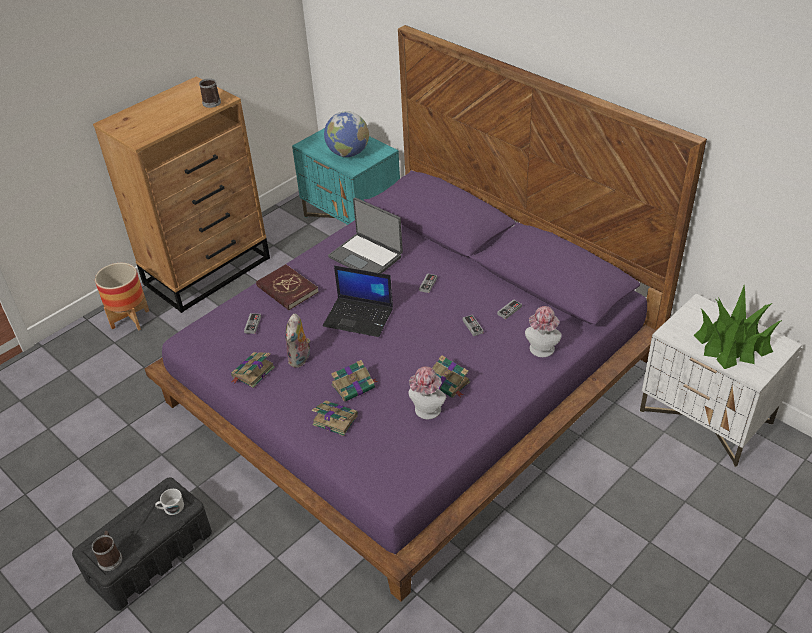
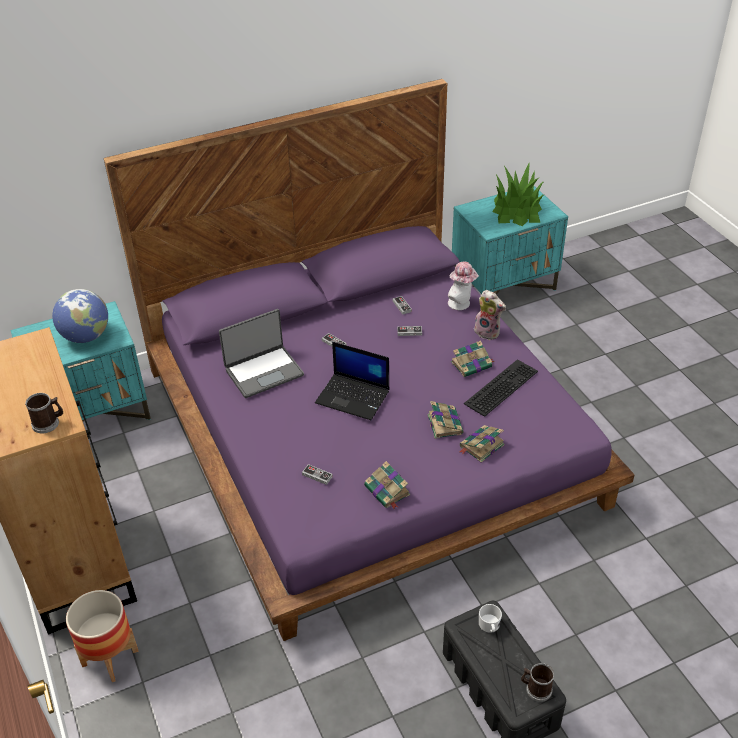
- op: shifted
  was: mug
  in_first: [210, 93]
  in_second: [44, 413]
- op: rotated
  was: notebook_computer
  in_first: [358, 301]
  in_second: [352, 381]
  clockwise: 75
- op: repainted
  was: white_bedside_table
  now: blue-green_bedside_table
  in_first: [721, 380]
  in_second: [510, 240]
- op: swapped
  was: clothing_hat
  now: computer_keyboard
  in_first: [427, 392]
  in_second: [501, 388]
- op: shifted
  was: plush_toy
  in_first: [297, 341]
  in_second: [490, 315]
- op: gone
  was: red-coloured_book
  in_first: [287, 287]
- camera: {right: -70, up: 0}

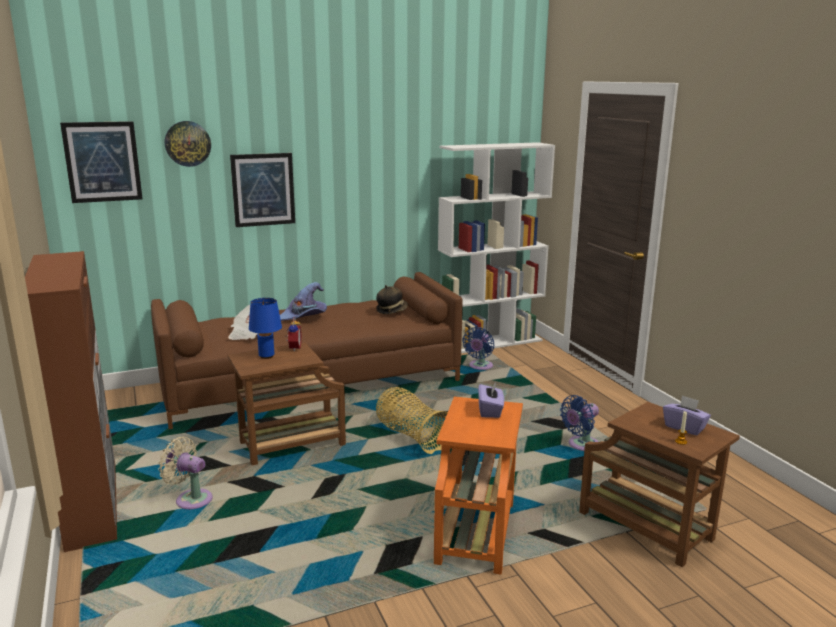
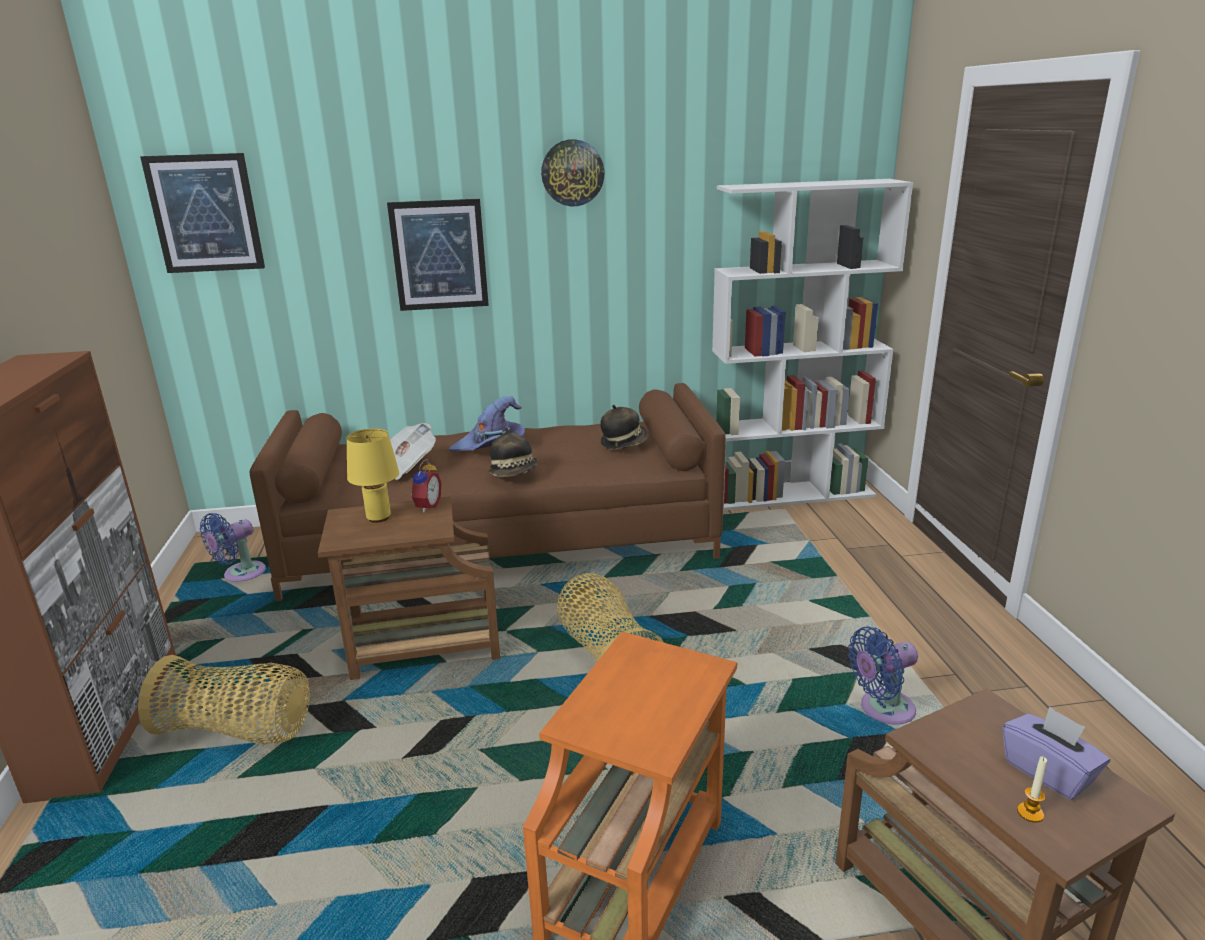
- op: swapped
  was: beige_cooling_fan
  now: household_basket
  in_first: [185, 473]
  in_second: [224, 699]
- op: shifted
  was: blue-coloured_cooling_fan
  in_first: [478, 348]
  in_second: [233, 547]
- op: repainted
  was: blue-coloured_tabletop_lamp
  now: yellow-coloured_tabletop_lamp
  in_first: [265, 328]
  in_second: [372, 475]
- op: new
  now: clothing_hat
  in_second: [513, 452]
- op: shifted
  was: wall_clock
  in_first: [188, 144]
  in_second: [573, 173]
- op: gone
  was: purple-coloured_tissue_box
  in_first: [491, 400]
- camera: {right: 15, up: 5}

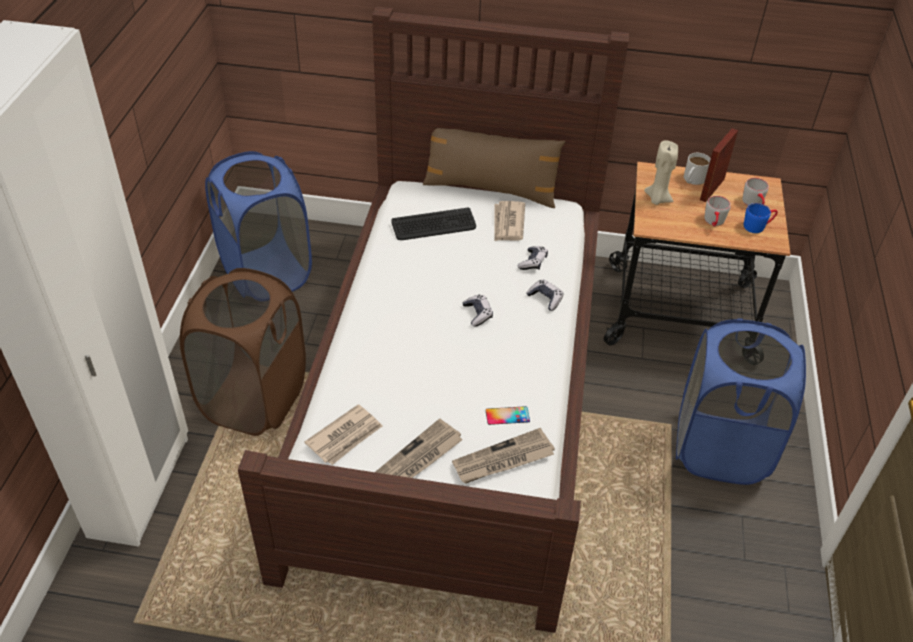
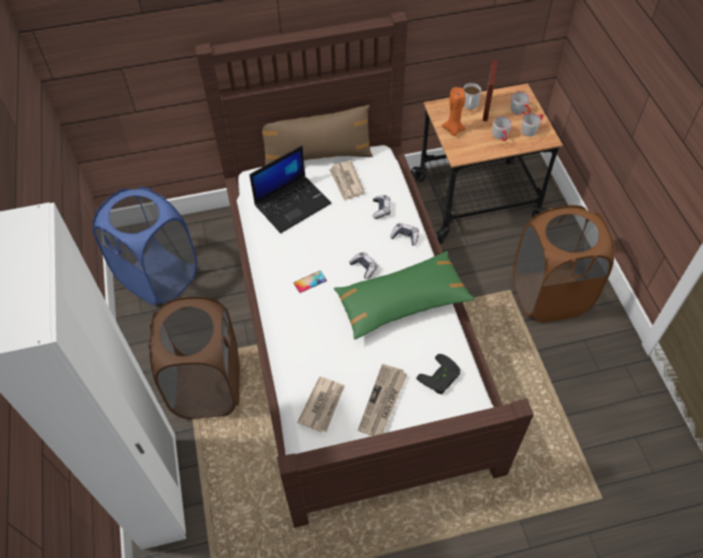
- op: swapped
  was: computer_keyboard
  now: notebook_computer
  in_first: [433, 224]
  in_second: [290, 189]
- op: shifted
  was: phone
  in_first: [508, 415]
  in_second: [310, 282]
- op: new
  now: greenish_throw_pillow
  in_second: [404, 295]
- op: swapped
  was: newspaper
  now: blackish_joypad
  in_first: [503, 455]
  in_second: [439, 374]
- op: repainted
  was: beige_wax_light
  now: orange_wax_light
  in_first: [661, 172]
  in_second: [453, 111]
- op: repainted
  was: blue-coloured_laundry_basket
  now: brown_laundry_basket
  in_first: [741, 402]
  in_second: [563, 263]
- op: repainted
  was: blue-coloured_mug
  now: gray_mug
  in_first: [761, 218]
  in_second: [532, 125]
- camera: {right: -20, up: 10}

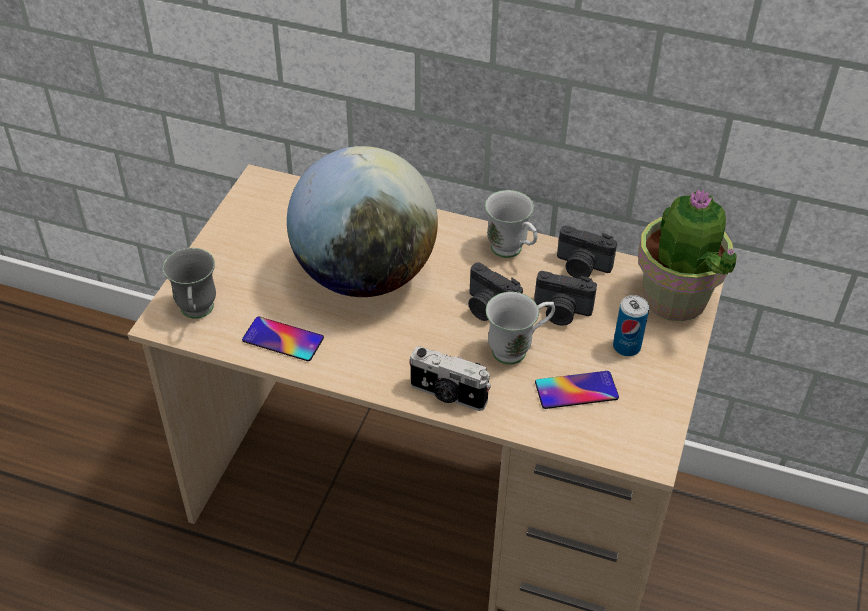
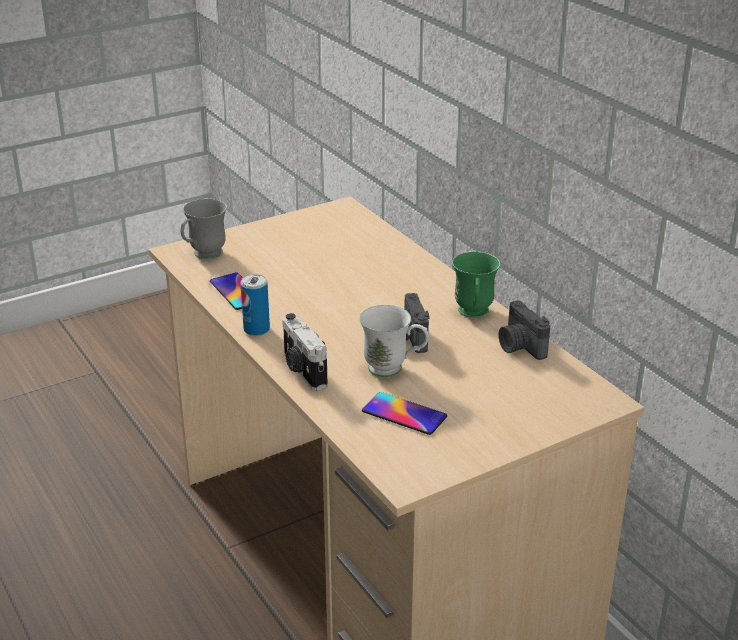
- op: shifted
  was: metal_can
  in_first: [631, 325]
  in_second: [255, 305]
- op: repainted
  was: white_mug
  now: greenish_mug
  in_first: [511, 224]
  in_second: [476, 284]
- op: gone
  was: desk_globe
  in_first: [362, 221]
- op: gone
  was: still_camera
  in_first: [565, 298]
- op: gone
  was: houseplant
  in_first: [687, 255]
- camera: {right: 40, up: -15}

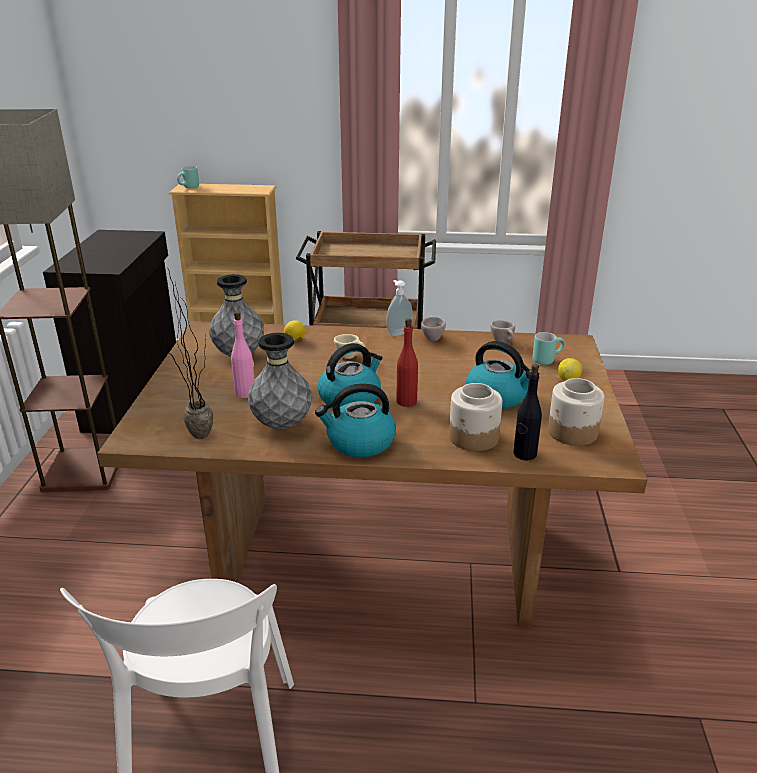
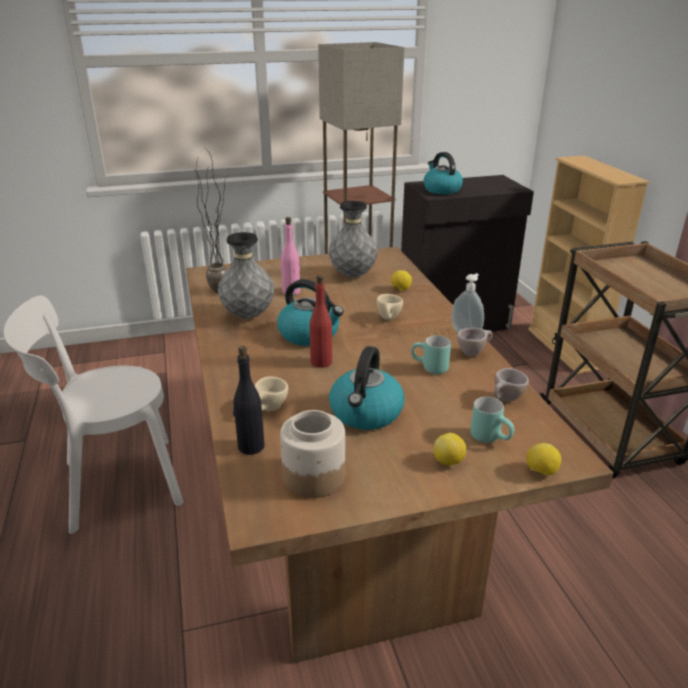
- op: swapped
  was: storage_jar
  now: beige_small_cup
  in_first: [475, 417]
  in_second: [271, 394]
- op: shifted
  was: blue-green_mug
  in_first: [188, 177]
  in_second: [431, 354]
- op: shifted
  was: water_kettle
  in_first: [355, 420]
  in_second: [443, 173]
- op: new
  now: whole_lemon
  in_second: [544, 459]
- camera: {right: 70, up: 0}

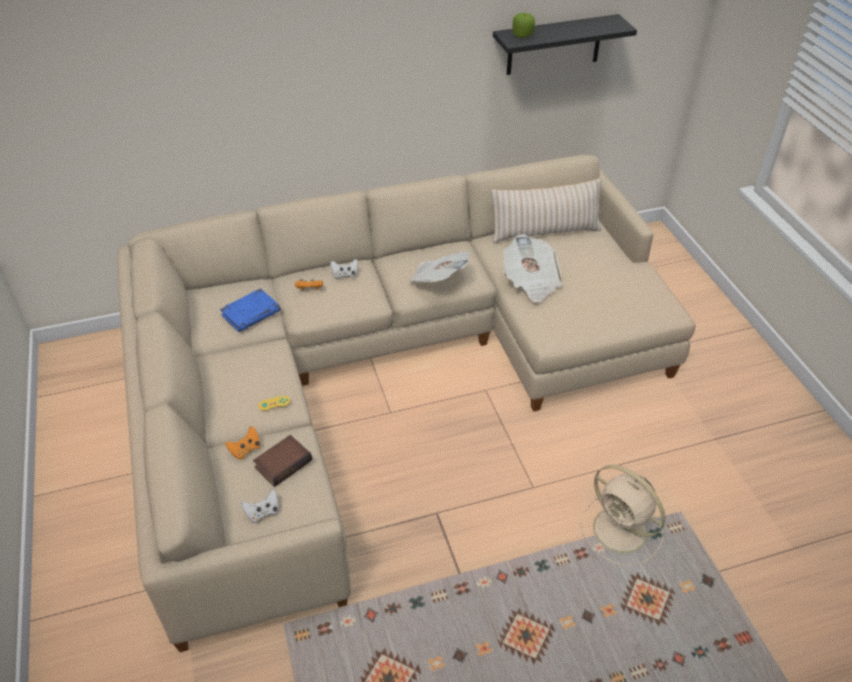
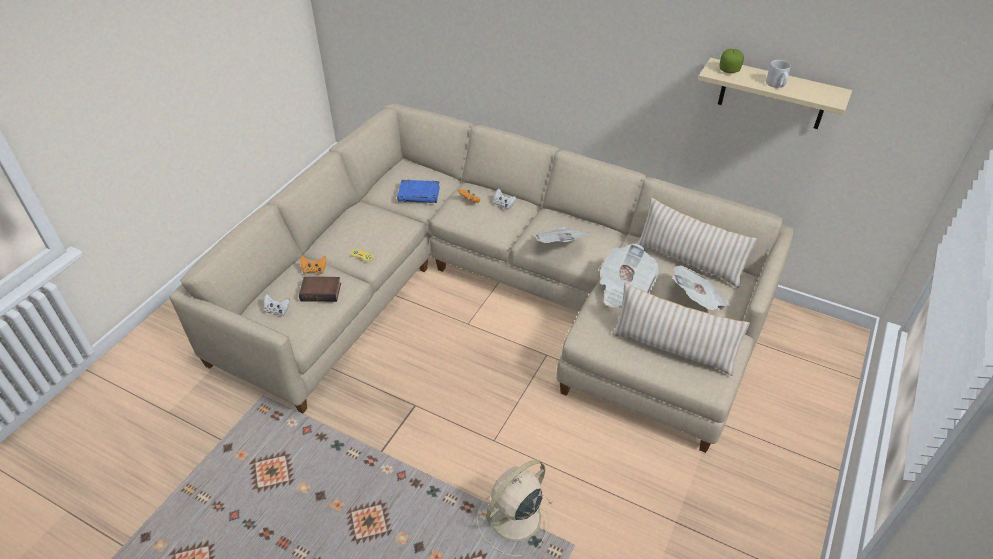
- op: rotated
  was: beige_cooling_fan
  in_first: [623, 515]
  in_second: [515, 508]
  clockwise: 45
- op: new
  now: beige_throw_pillow
  in_second: [681, 329]
- op: new
  now: newspaper
  in_second: [701, 288]
- op: repainted
  was: blackish_shelf
  now: beige_shelf
  in_first: [565, 44]
  in_second: [775, 93]
- op: new
  now: gray_mug
  in_second: [778, 74]
- camera: {right: 45, up: 0}

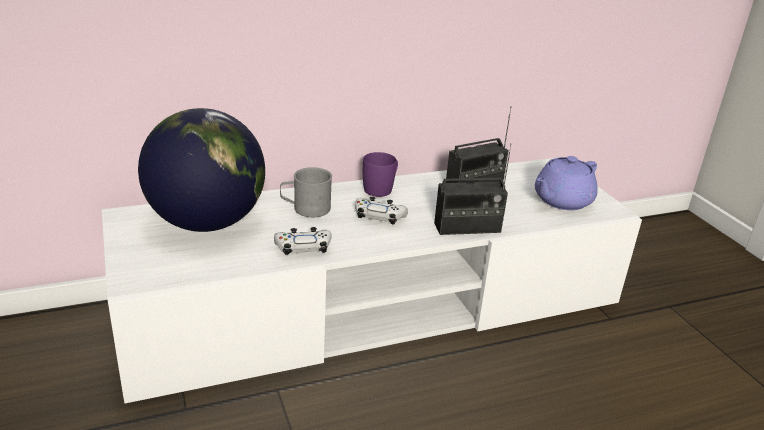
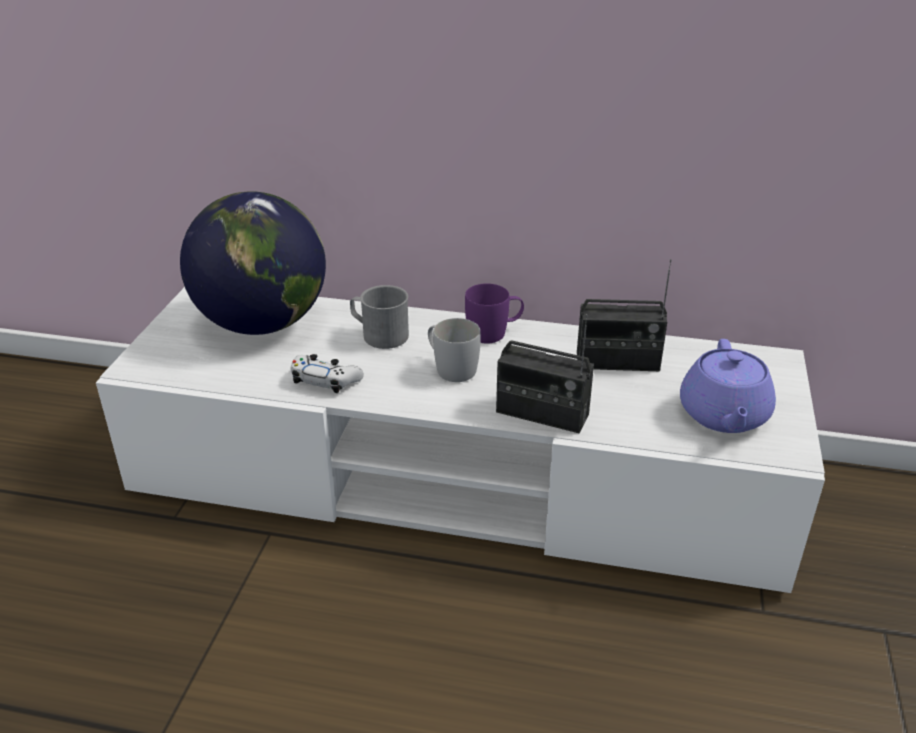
- op: swapped
  was: white_joypad
  now: white_mug
  in_first: [381, 210]
  in_second: [454, 350]
- op: rotated
  was: purple-coloured_pot_for_tea
  in_first: [566, 183]
  in_second: [728, 386]
  clockwise: -75
- camera: {right: 35, up: 5}

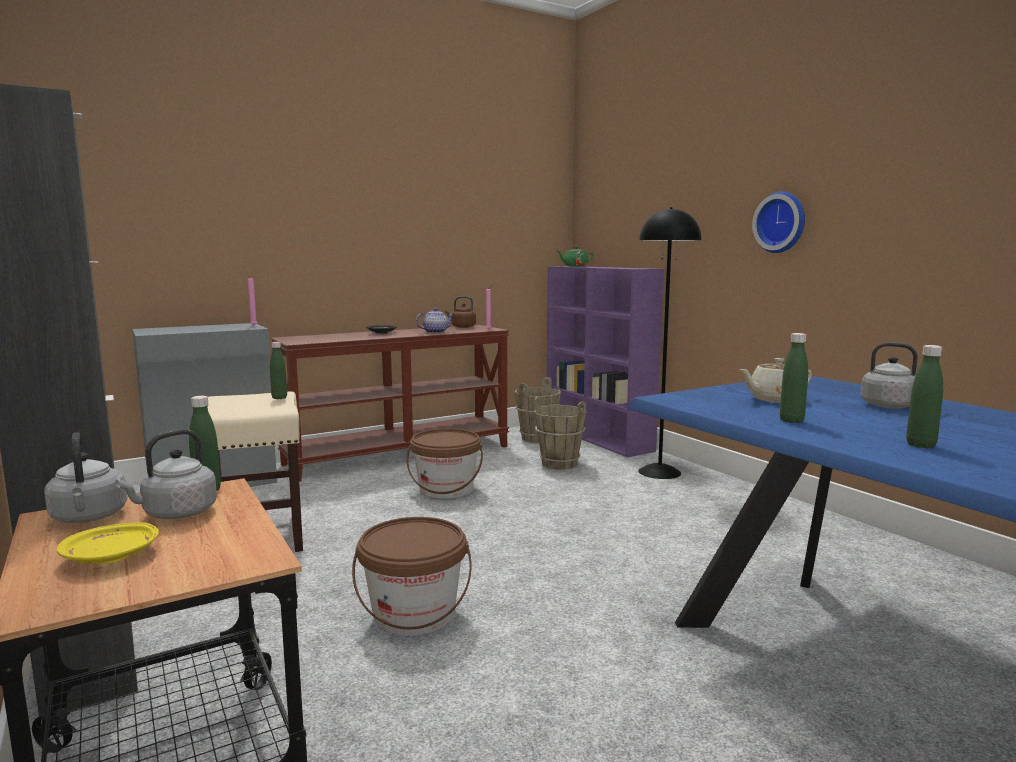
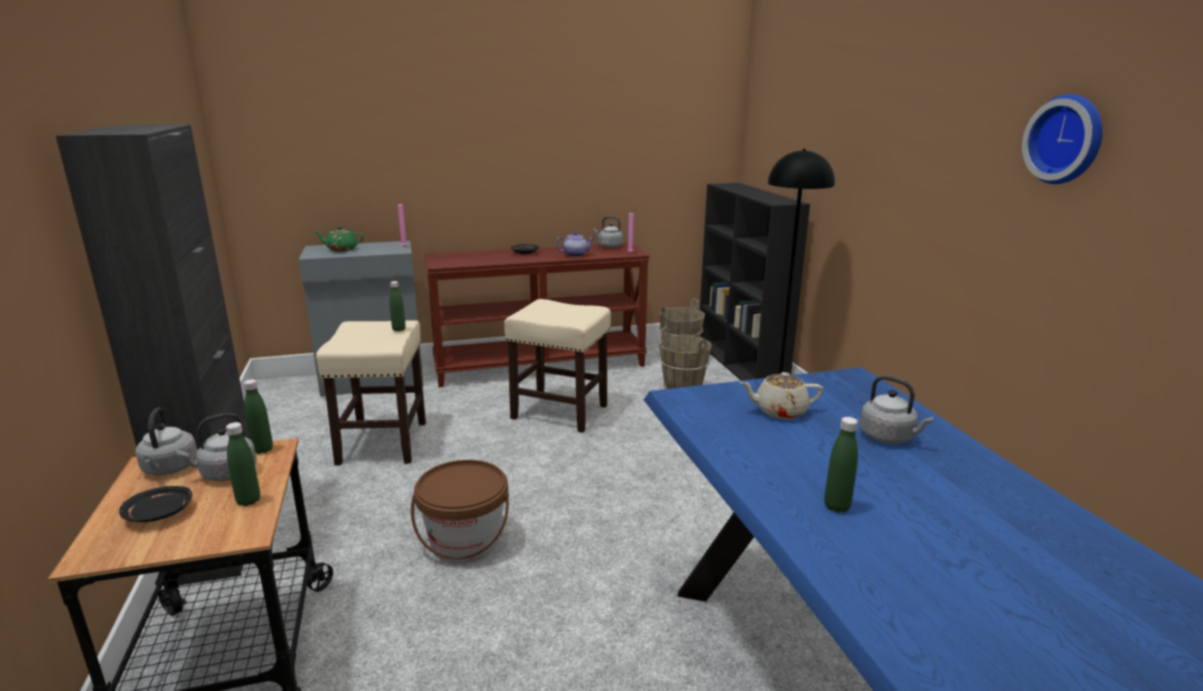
- op: repainted
  was: yellow-coloured_plate
  now: blackish_plate
  in_first: [108, 543]
  in_second: [155, 504]
- op: shifted
  was: greenish_bottle
  in_first: [794, 378]
  in_second: [243, 464]
- op: shifted
  was: greenish_pot_for_tea
  in_first: [575, 256]
  in_second: [339, 238]
- op: swapped
  was: brown_water_bucket
  now: beige_stool
  in_first: [444, 464]
  in_second: [557, 366]
- op: repainted
  was: brown_water_kettle
  now: gray_water_kettle
  in_first: [460, 312]
  in_second: [608, 232]
- op: repainted
  was: purple-coloured_bookshelf
  now: blackish_bookshelf
  in_first: [605, 361]
  in_second: [755, 282]
- op: shifted
  was: wall_clock
  in_first: [778, 222]
  in_second: [1062, 139]
- camera: {right: 15, up: 10}

